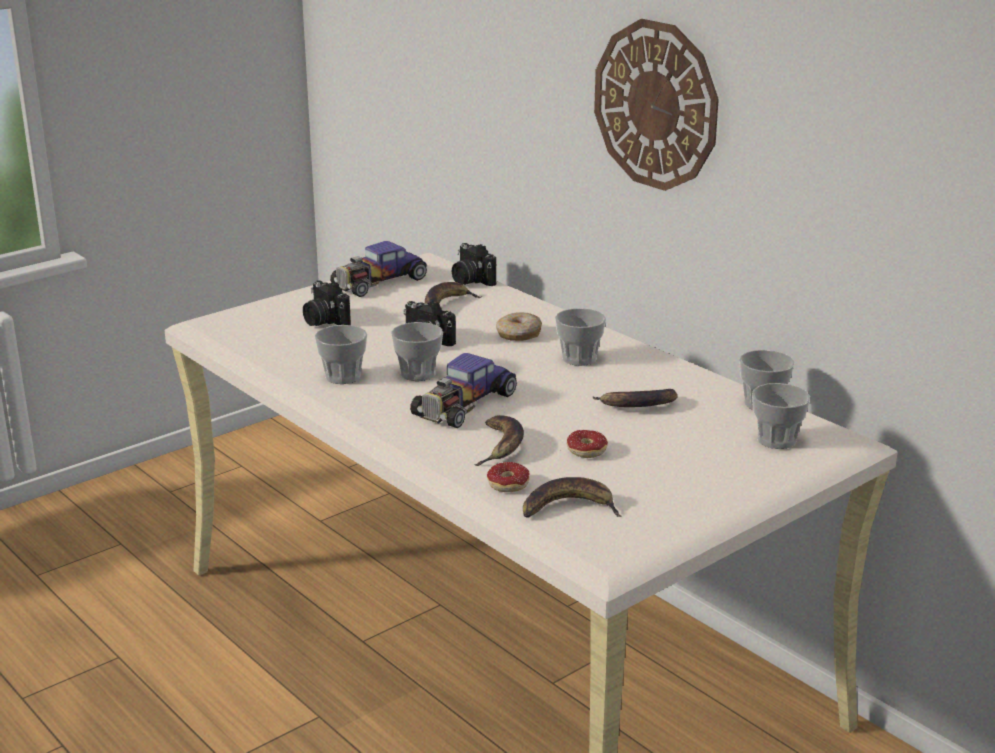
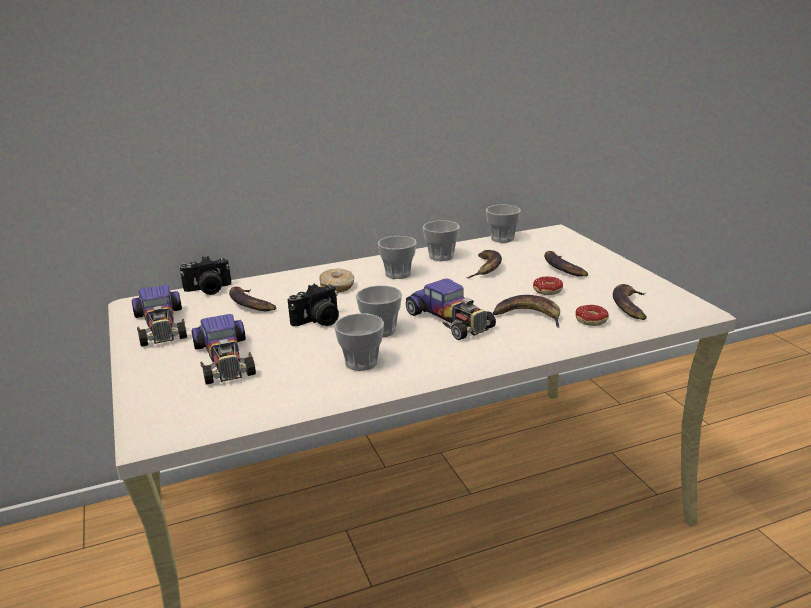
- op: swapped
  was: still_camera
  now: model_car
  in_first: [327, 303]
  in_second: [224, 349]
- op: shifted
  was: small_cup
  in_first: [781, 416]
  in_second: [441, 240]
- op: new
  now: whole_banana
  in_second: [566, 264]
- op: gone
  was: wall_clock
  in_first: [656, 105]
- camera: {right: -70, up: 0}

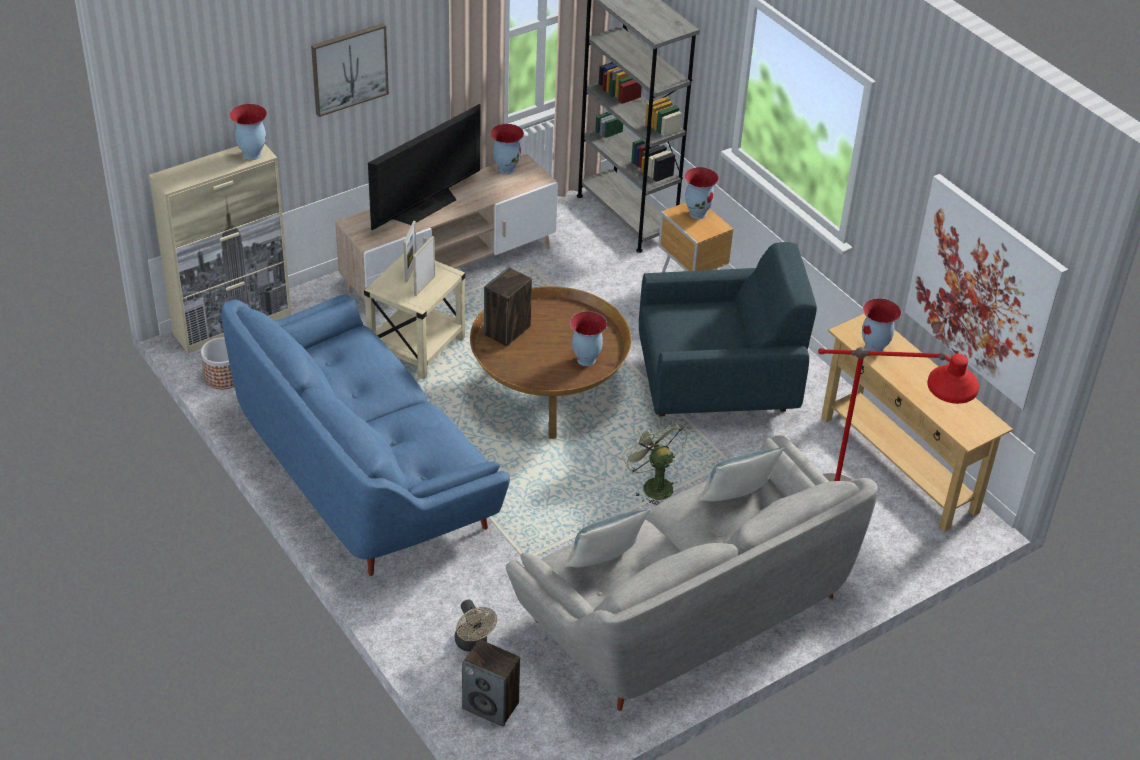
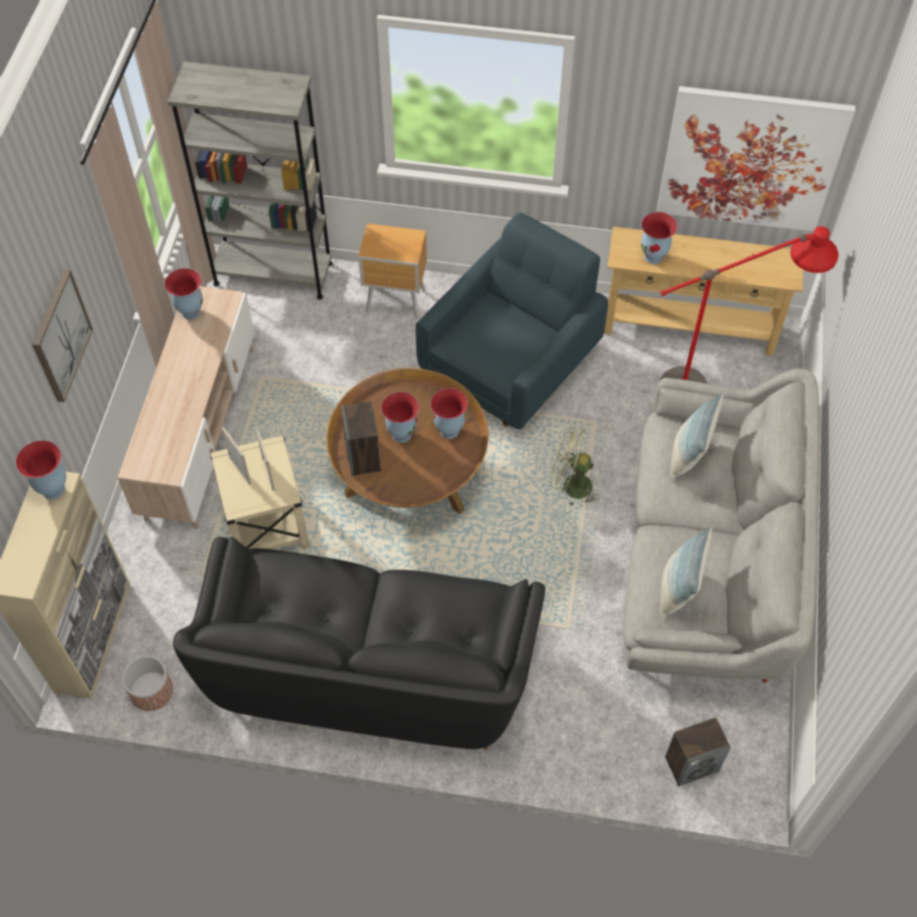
- op: repainted
  was: blue-coloured_couch
  now: blackish_couch
  in_first: [365, 435]
  in_second: [359, 643]
- op: shifted
  was: vase
  in_first: [701, 193]
  in_second: [400, 417]
- op: gone
  was: TV_set
  in_first: [424, 167]
- op: gone
  was: beige_cooling_fan
  in_first: [476, 625]
- camera: {right: -45, up: 15}

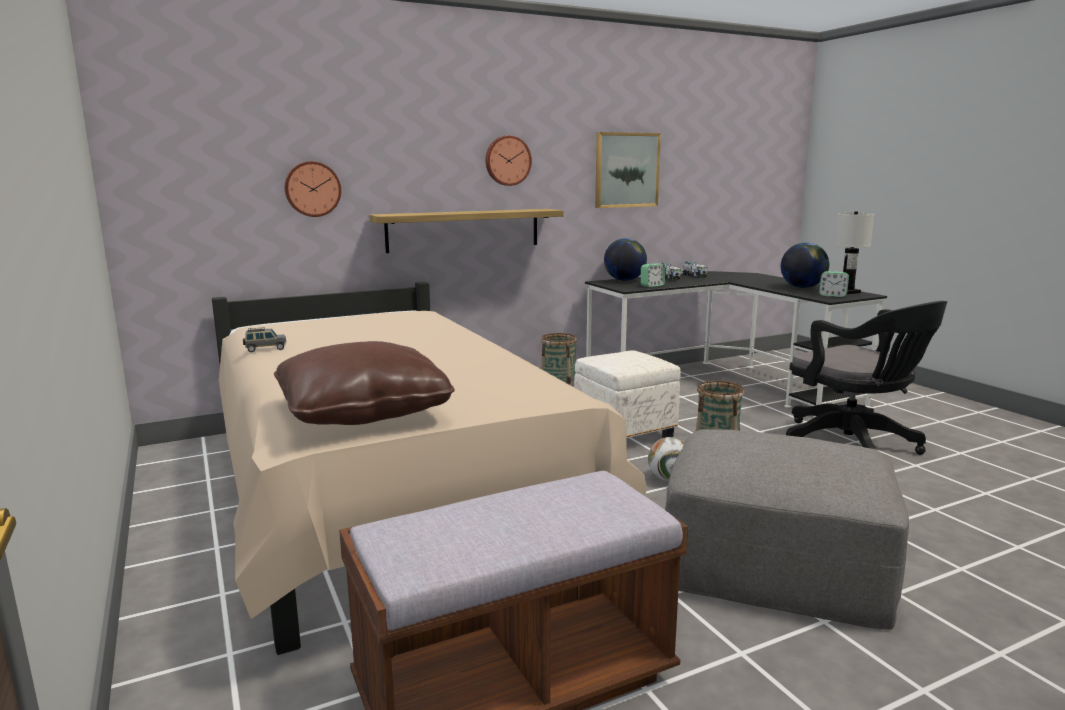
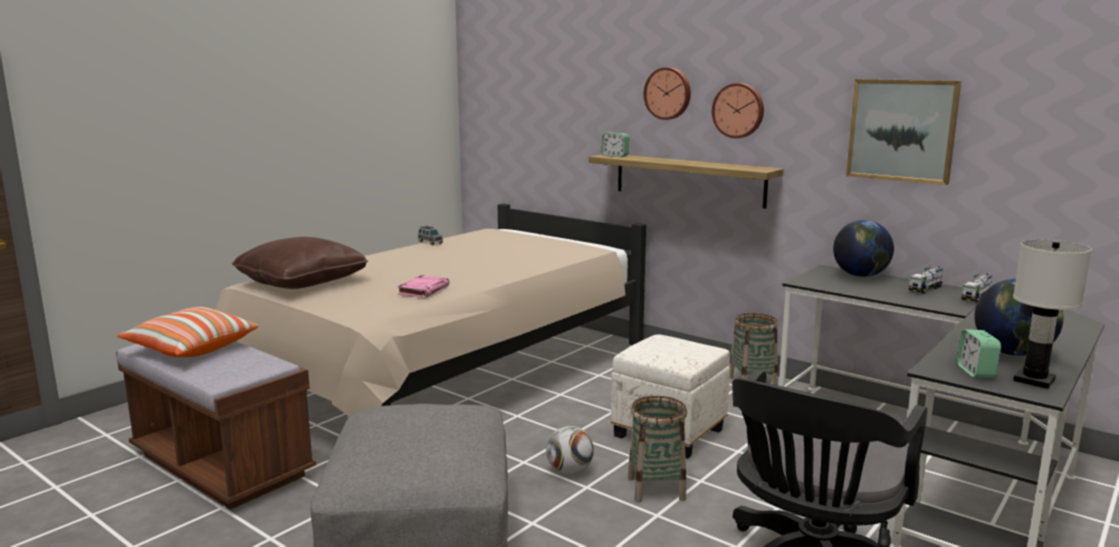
- op: new
  now: throw_pillow
  in_second: [188, 332]
- op: new
  now: pink_book
  in_second: [423, 286]
- op: shifted
  was: table_clock
  in_first: [653, 275]
  in_second: [615, 144]
- op: shifted
  was: wall_clock
  in_first: [313, 189]
  in_second: [667, 93]
- camera: {right: 65, up: 0}

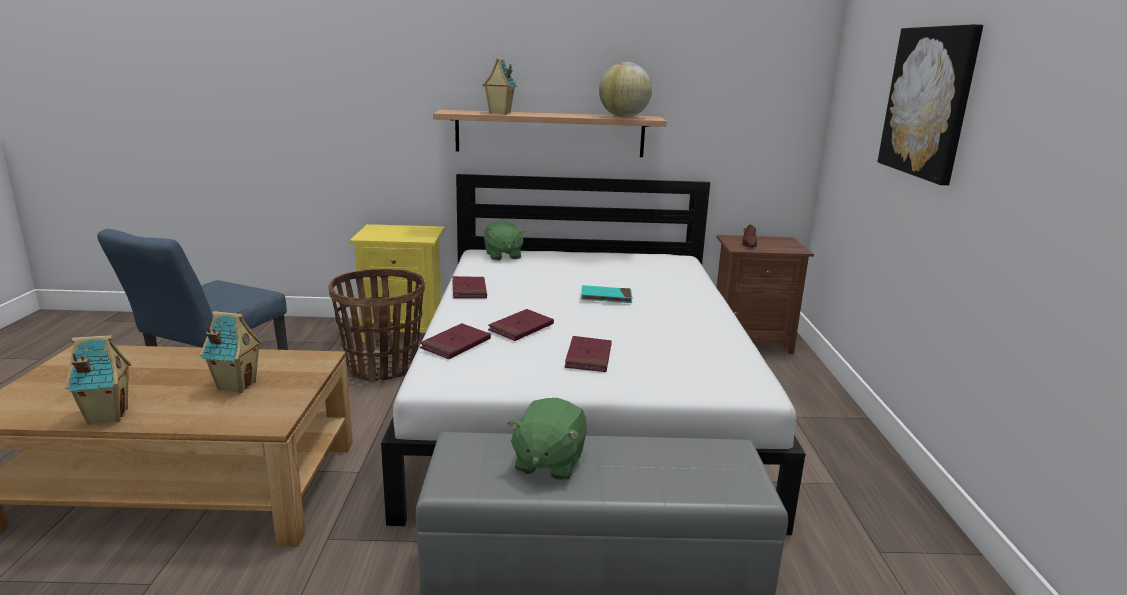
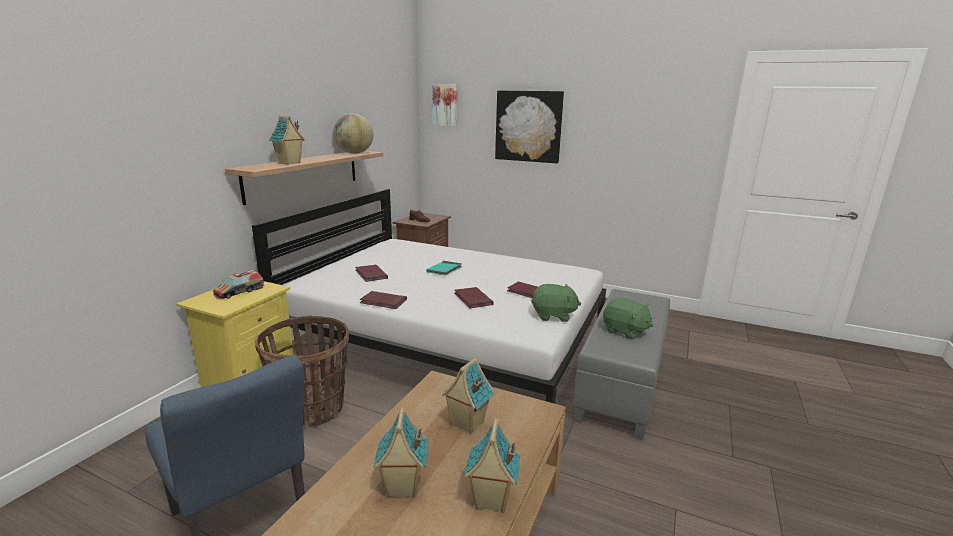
- op: new
  now: toy_lorry
  in_second: [238, 284]
- op: shifted
  was: red-coloured_book
  in_first: [455, 341]
  in_second: [371, 273]
- op: new
  now: toy_house
  in_second: [401, 452]
- op: new
  now: picture
  in_second: [444, 105]
- op: shifted
  was: greenish_plush_toy
  in_first: [504, 240]
  in_second: [556, 303]
- camera: {right: -65, up: 0}

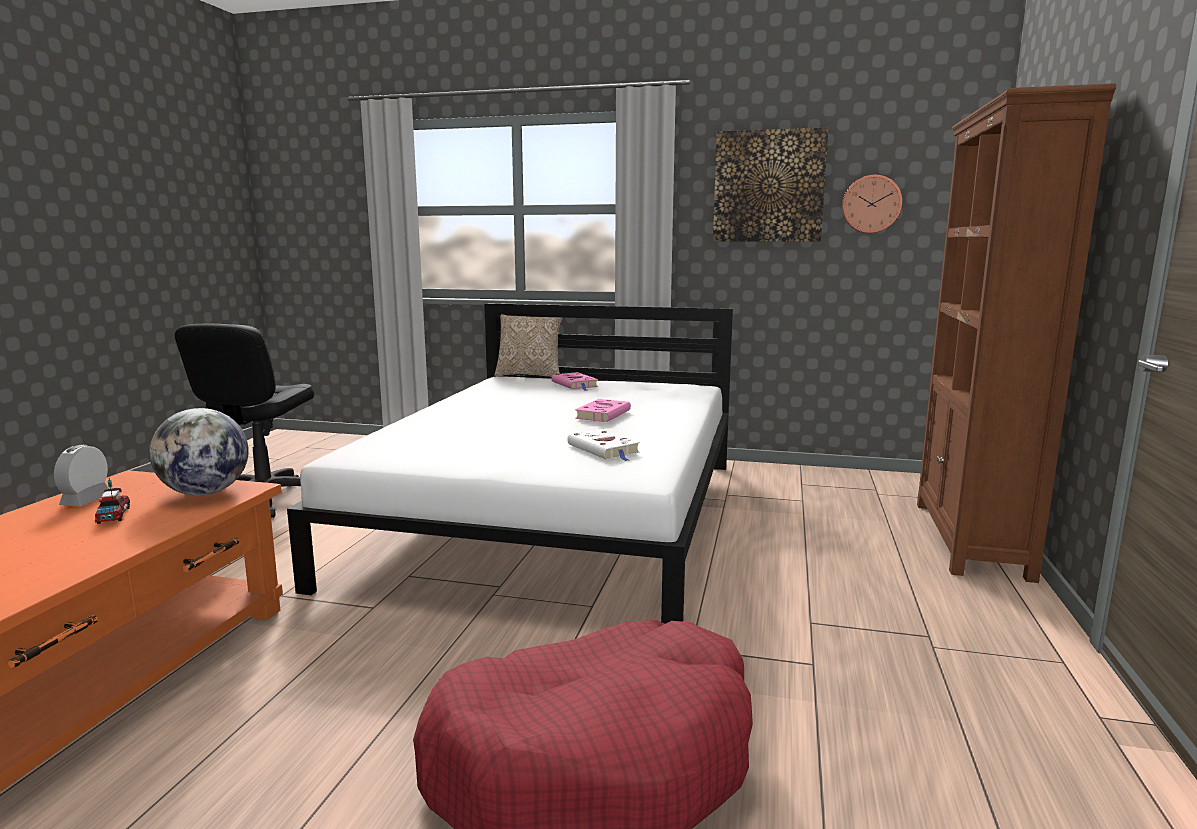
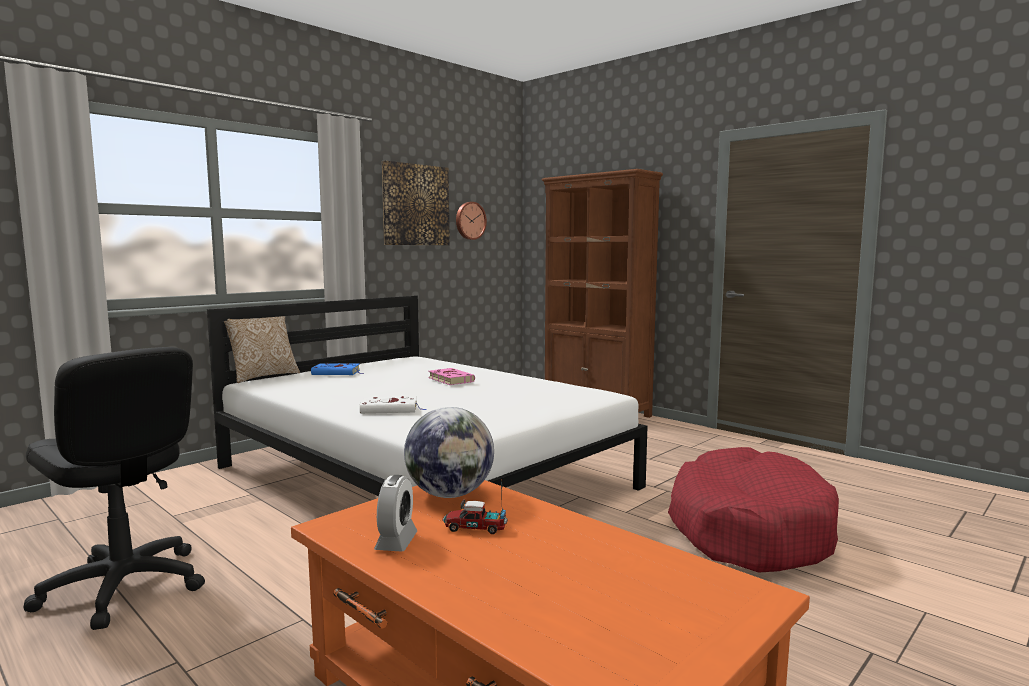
- op: repainted
  was: pink_book
  now: blue-coloured_book
  in_first: [574, 381]
  in_second: [337, 369]
- op: shifted
  was: white_book
  in_first: [603, 445]
  in_second: [392, 405]
- op: rotated
  was: table_clock
  in_first: [81, 475]
  in_second: [396, 513]
  clockwise: -120
- camera: {right: -60, up: -5}

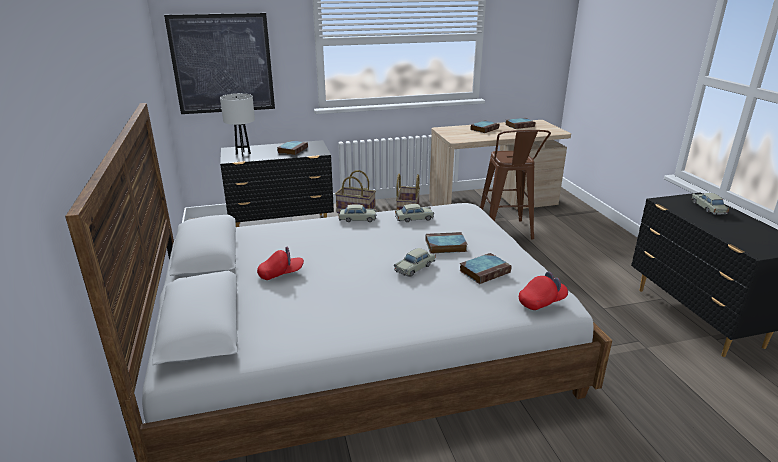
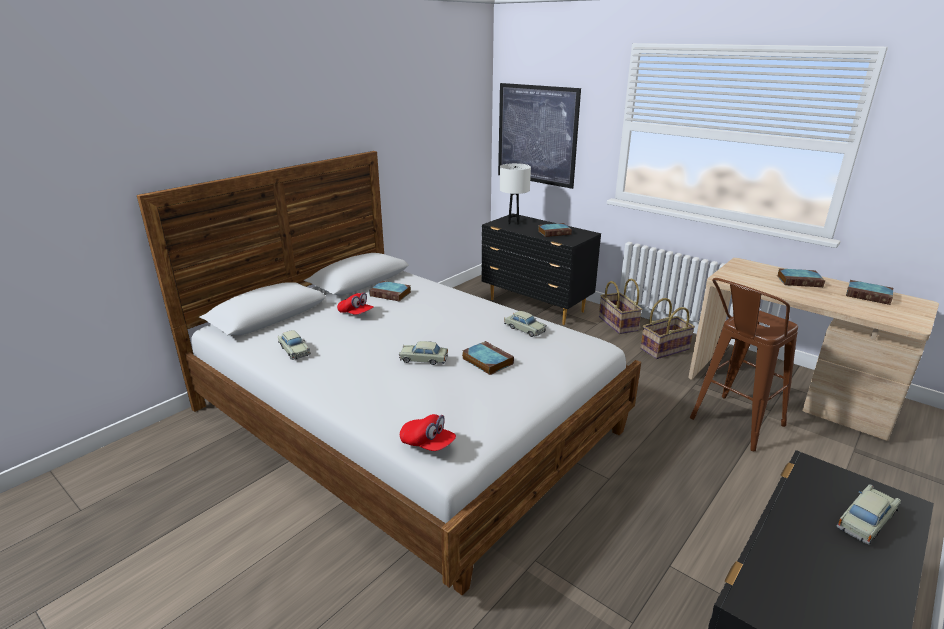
- op: shifted
  was: beige_model_car
  in_first: [357, 213]
  in_second: [294, 345]
- op: shifted
  was: book
  in_first: [486, 268]
  in_second: [390, 291]
- camera: {right: 55, up: 0}

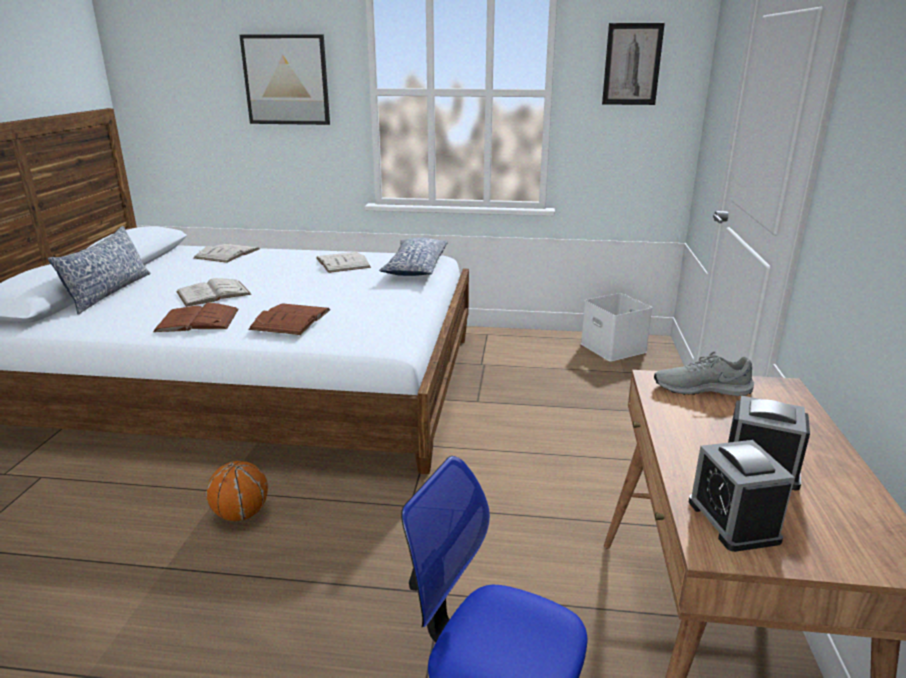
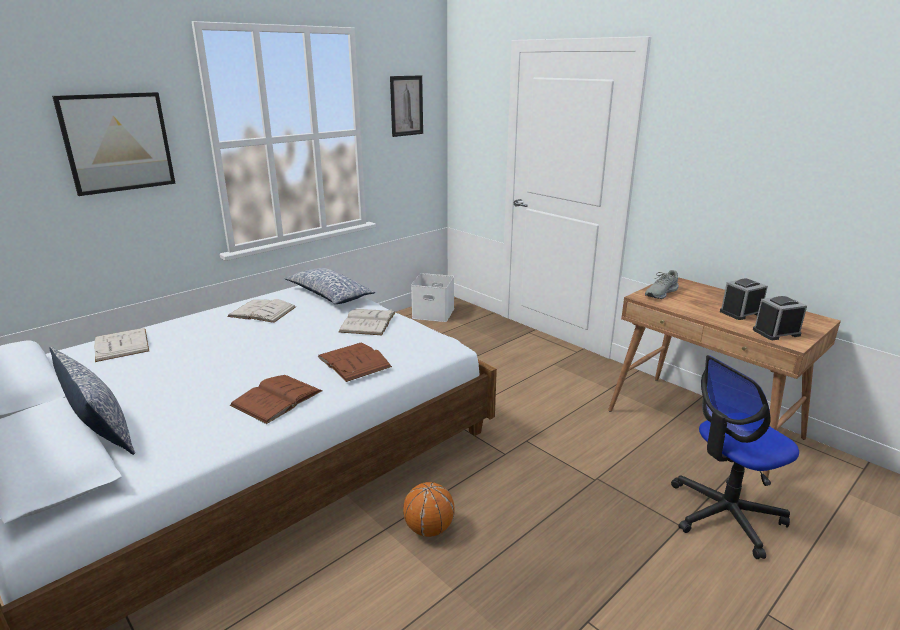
- op: shifted
  was: white_book
  in_first: [214, 292]
  in_second: [367, 322]
- op: rotated
  was: table_clock
  in_first: [742, 496]
  in_second: [780, 318]
  clockwise: 135
- camera: {right: -50, up: 0}

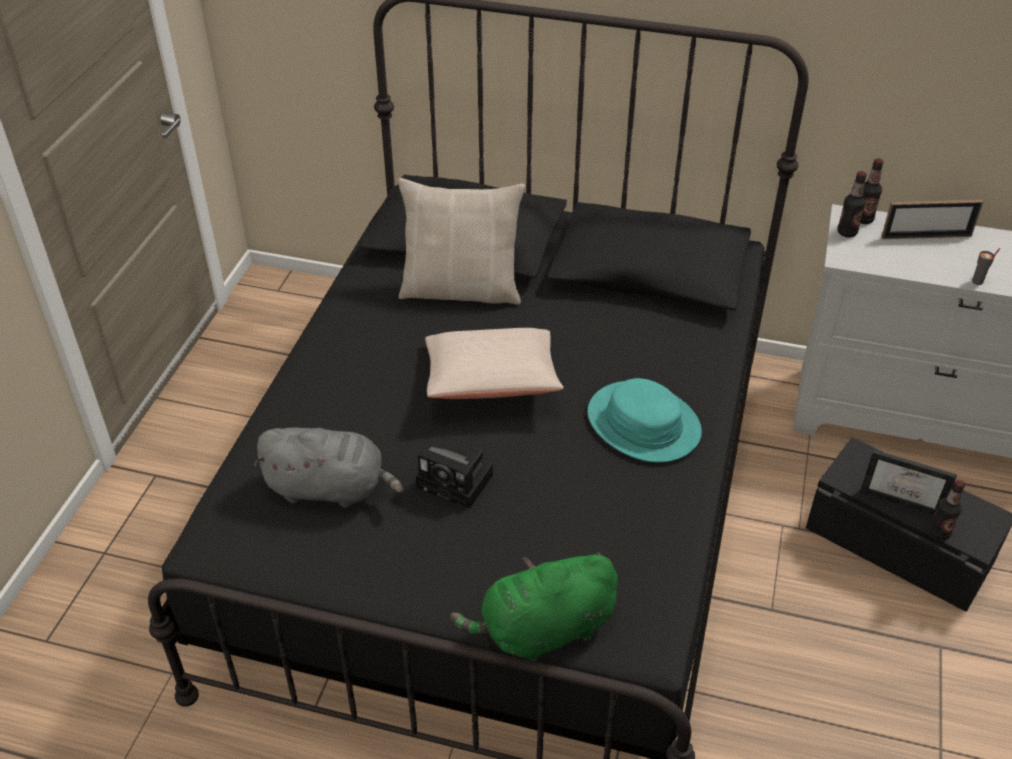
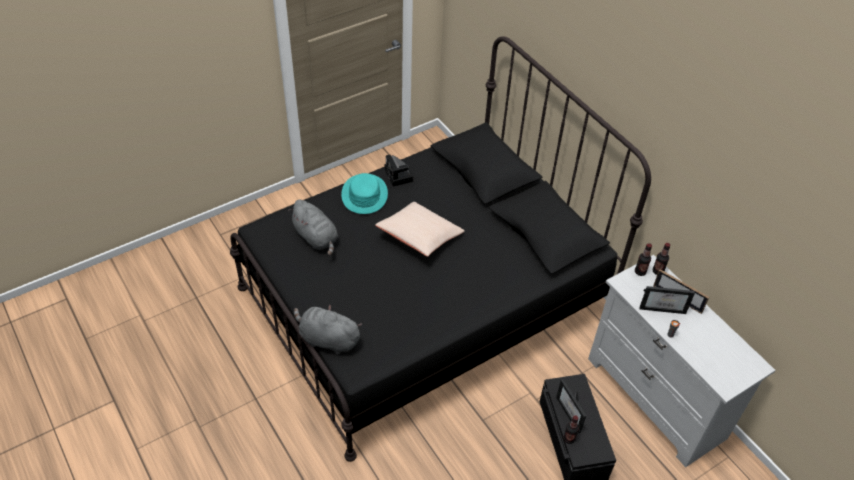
- op: repainted
  was: greenish_plush_toy
  now: gray_plush_toy
  in_first: [534, 606]
  in_second: [328, 329]
- op: shifted
  was: blue-green_clothing_hat
  in_first: [644, 420]
  in_second: [364, 193]
- op: shifted
  was: still_camera
  in_first: [454, 476]
  in_second: [399, 171]
- op: new
  now: photo_frame
  in_second: [667, 300]
- op: gone
  was: beige_throw_pillow
  in_first: [461, 241]
- camera: {right: 40, up: 5}

